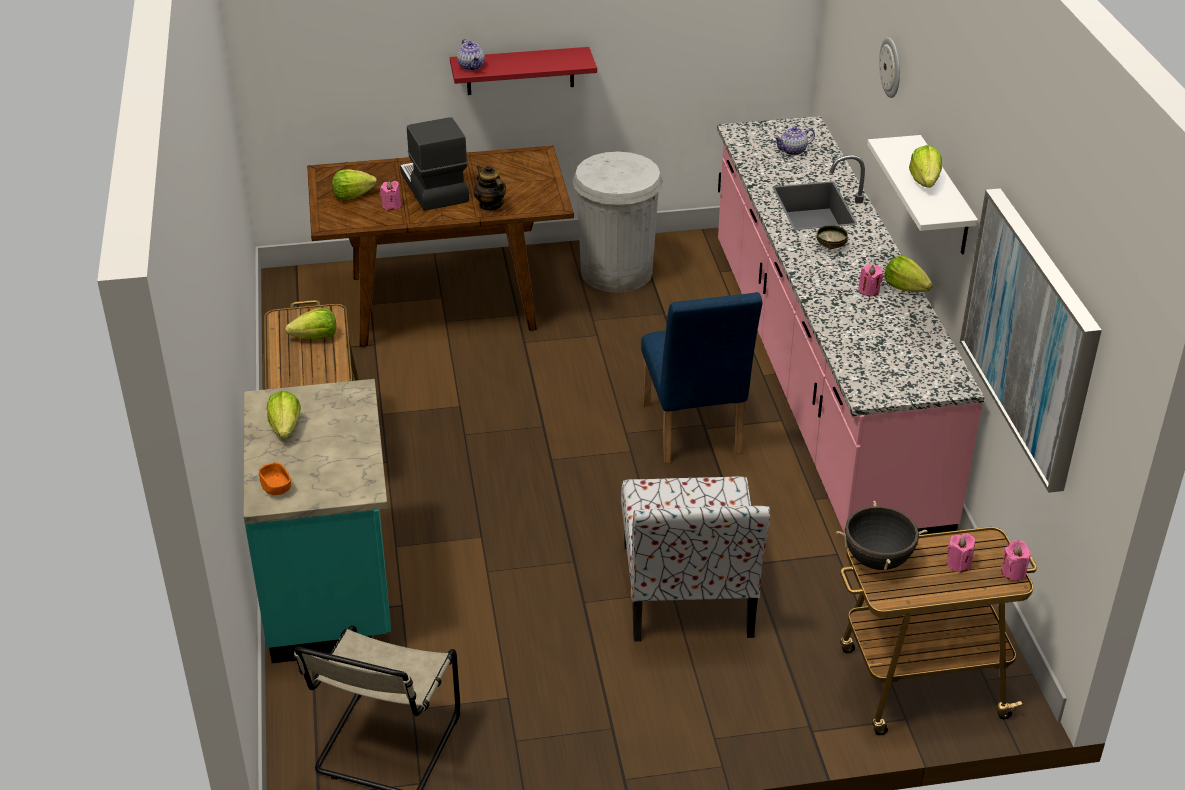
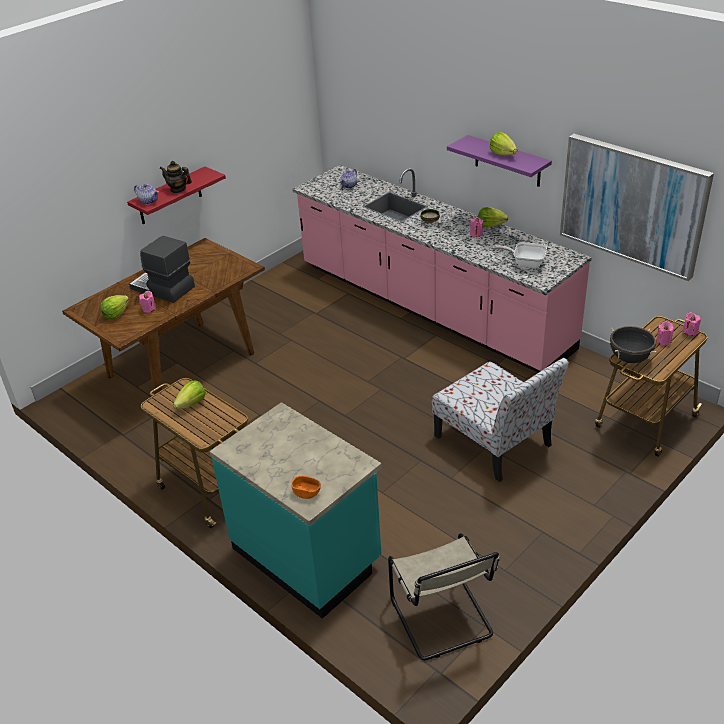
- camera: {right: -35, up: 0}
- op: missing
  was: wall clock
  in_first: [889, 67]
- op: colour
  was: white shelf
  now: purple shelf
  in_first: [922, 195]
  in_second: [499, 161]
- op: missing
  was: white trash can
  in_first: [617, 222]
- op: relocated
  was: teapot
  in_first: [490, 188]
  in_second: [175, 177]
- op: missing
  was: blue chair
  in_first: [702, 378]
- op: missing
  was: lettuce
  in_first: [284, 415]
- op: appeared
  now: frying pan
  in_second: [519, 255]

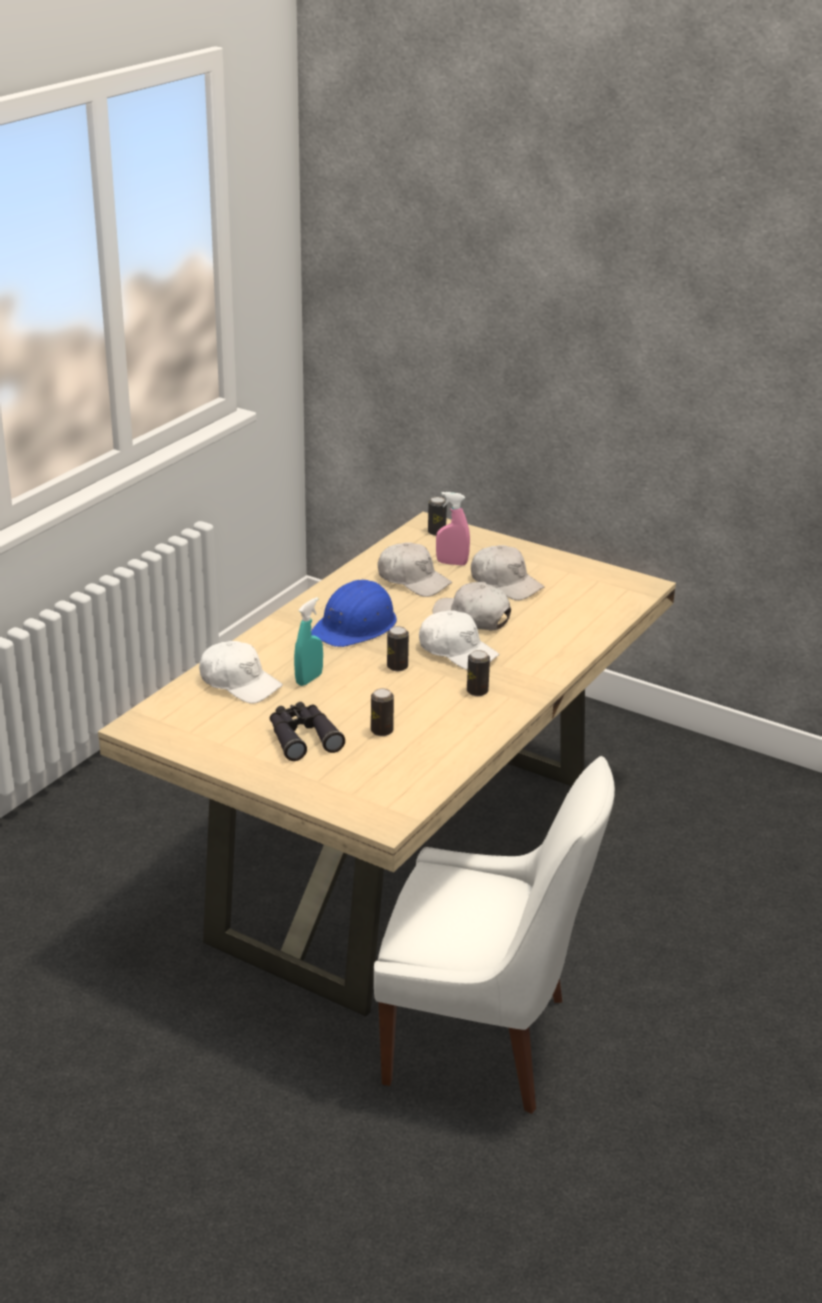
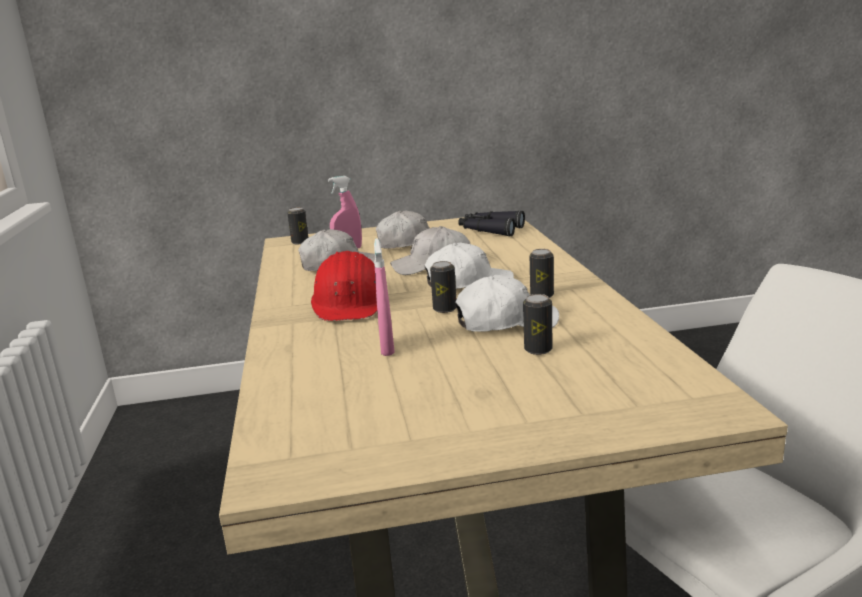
- camera: {right: -40, up: -10}
- op: colour
  was: blue hard hat
  now: red hard hat
  in_first: [354, 613]
  in_second: [344, 286]
- op: colour
  was: turquoise spray bottle
  now: pink spray bottle
  in_first: [308, 641]
  in_second: [384, 297]
- op: relocated
  was: white cap
  in_first: [241, 672]
  in_second: [507, 303]
- op: relocated
  was: black binoculars
  in_first: [307, 731]
  in_second: [491, 223]

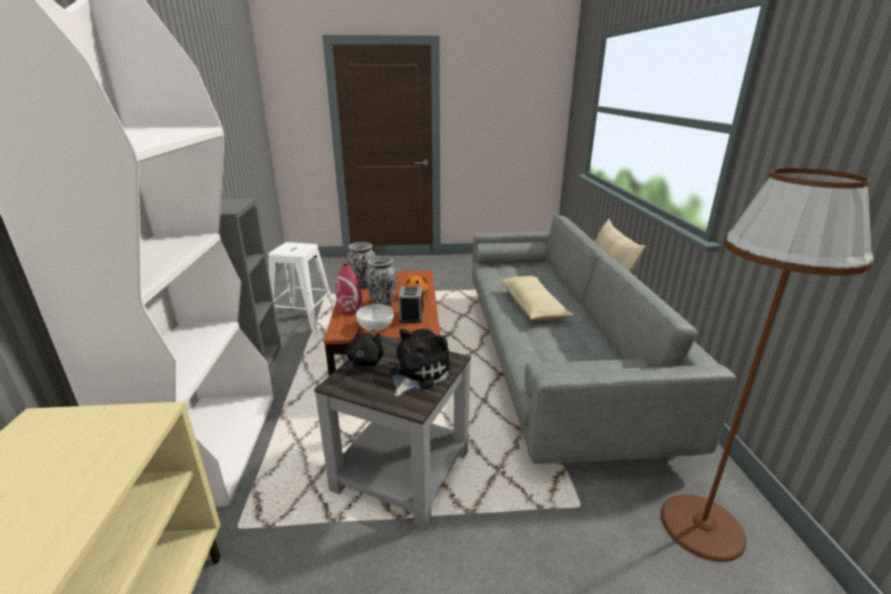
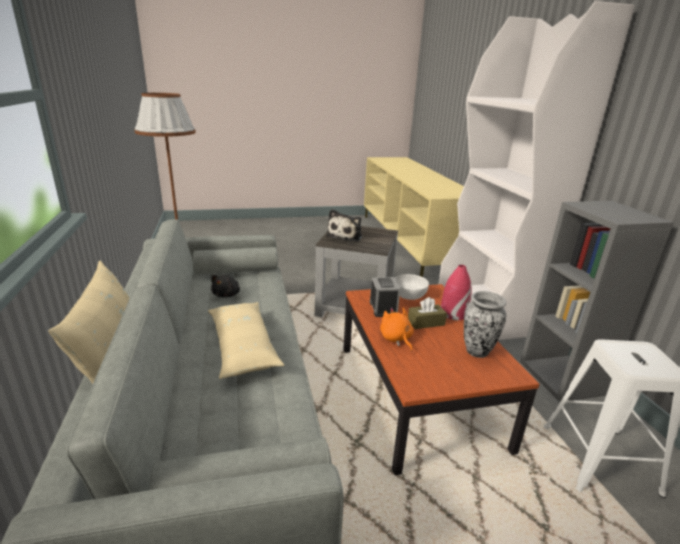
- camera: {right: 170, up: 0}
- op: exchanged
  was: vase
  now: brown tissue box
  in_first: [380, 281]
  in_second: [427, 313]
- op: relocated
  was: black plush toy
  in_first: [364, 351]
  in_second: [225, 286]

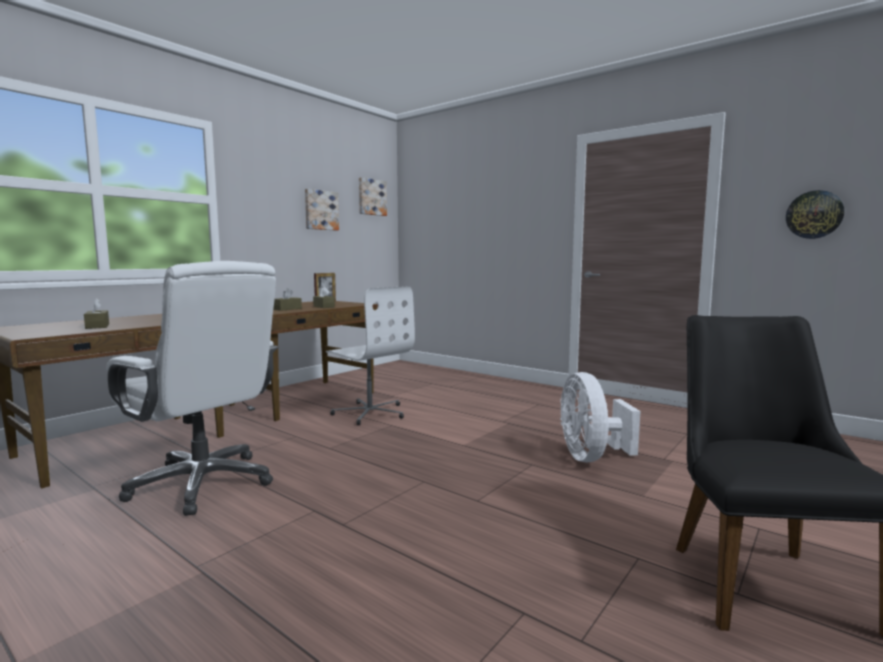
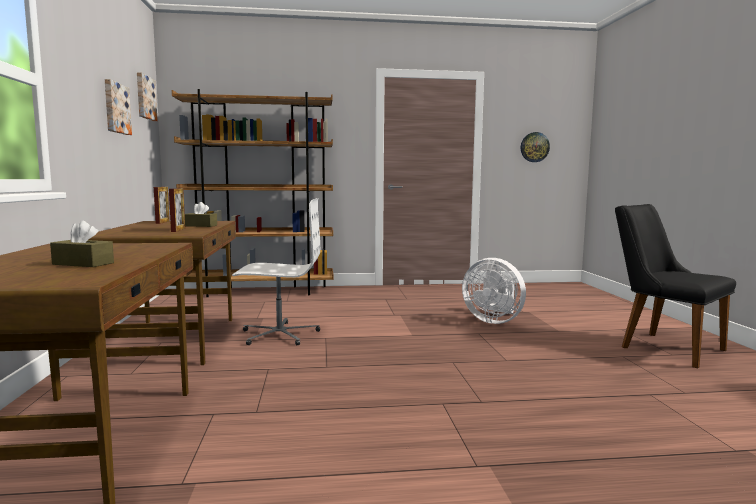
- camera: {right: -45, up: 0}
- op: missing
  was: white office chair
  in_first: [192, 388]
- op: exchanged
  was: brown tissue box
  now: picture frame
  in_first: [287, 299]
  in_second: [177, 210]
- op: appeared
  now: brown bookcase
  in_second: [252, 193]

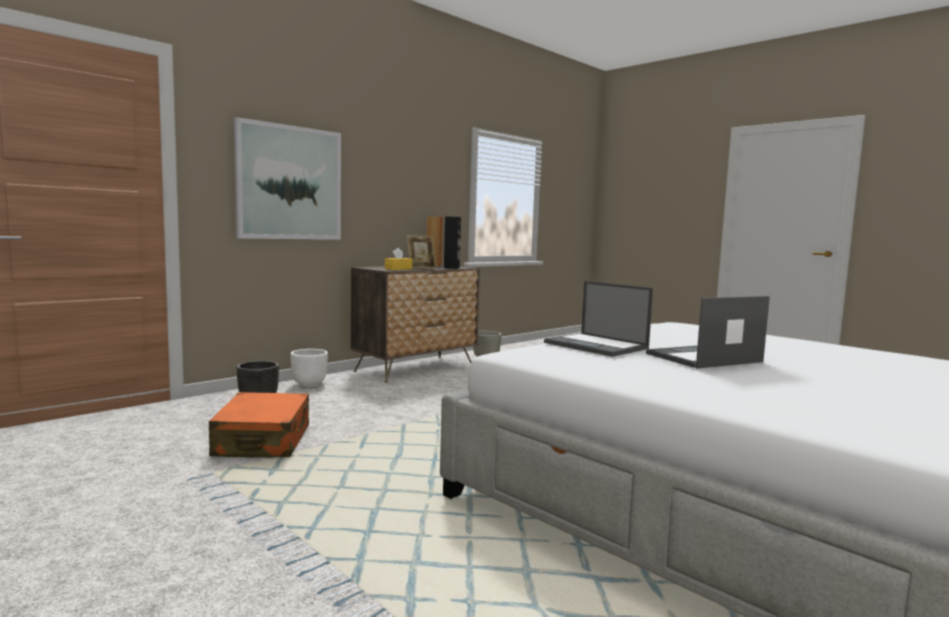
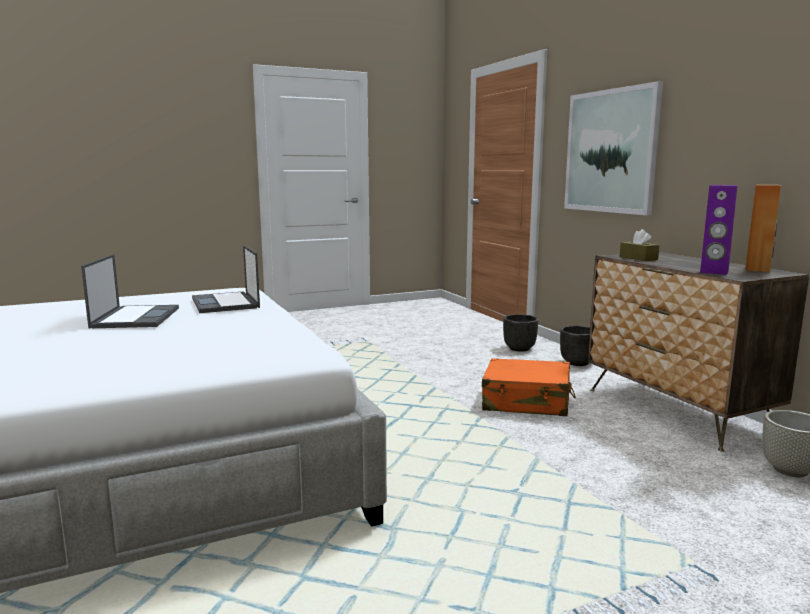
- camera: {right: 110, up: 5}
- op: colour
  was: black speaker
  now: purple speaker
  in_first: [452, 242]
  in_second: [719, 230]
- op: missing
  was: picture frame
  in_first: [421, 251]
- op: colour
  was: yellow tissue box
  now: brown tissue box
  in_first: [398, 259]
  in_second: [639, 245]
- op: spun
  was: laptop
  in_first: [598, 319]
  in_second: [226, 279]
  clockwise: -90
- op: colour
  was: white planter
  now: black planter
  in_first: [309, 368]
  in_second: [575, 346]
- op: relocated
  was: orange suitcase
  in_first: [259, 424]
  in_second: [529, 387]

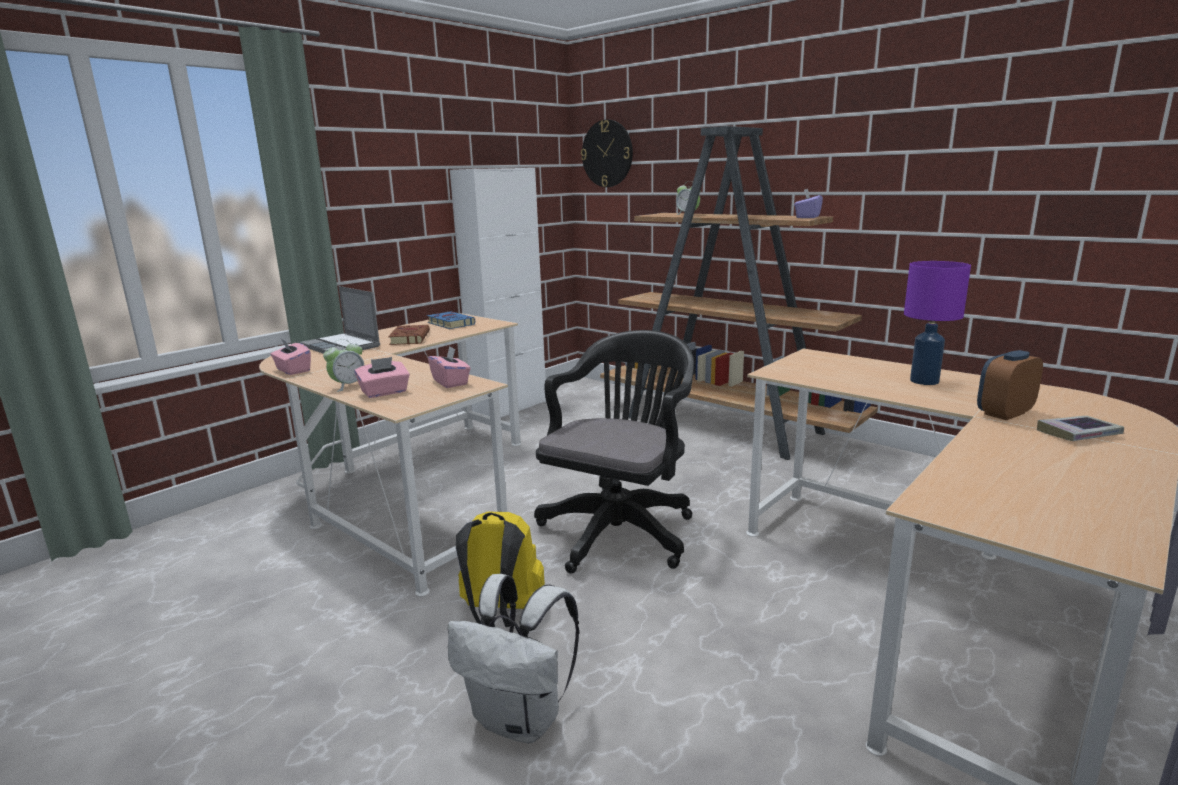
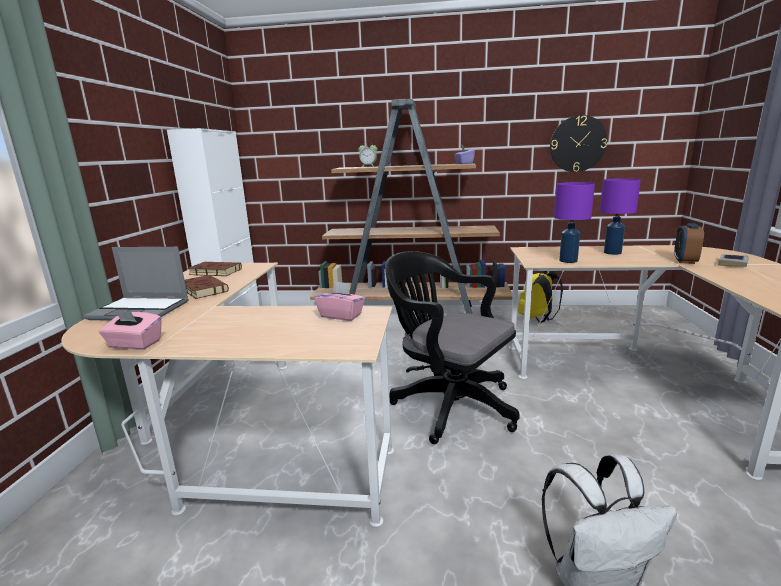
- camera: {right: -35, up: 0}
- op: relocated
  was: wall clock
  in_first: [607, 153]
  in_second: [578, 143]
- op: colour
  was: blue book
  now: brown book
  in_first: [451, 320]
  in_second: [215, 269]
- op: spun
  was: black office chair
  in_first: [614, 452]
  in_second: [452, 347]
  clockwise: -45
- op: missing
  was: alarm clock
  in_first: [343, 365]
- op: missing
  was: pink tissue box
  in_first: [382, 377]
- op: relocated
  was: yellow backpack
  in_first: [500, 569]
  in_second: [540, 297]
- op: appeared
  now: purple table lamp
  in_second: [574, 222]

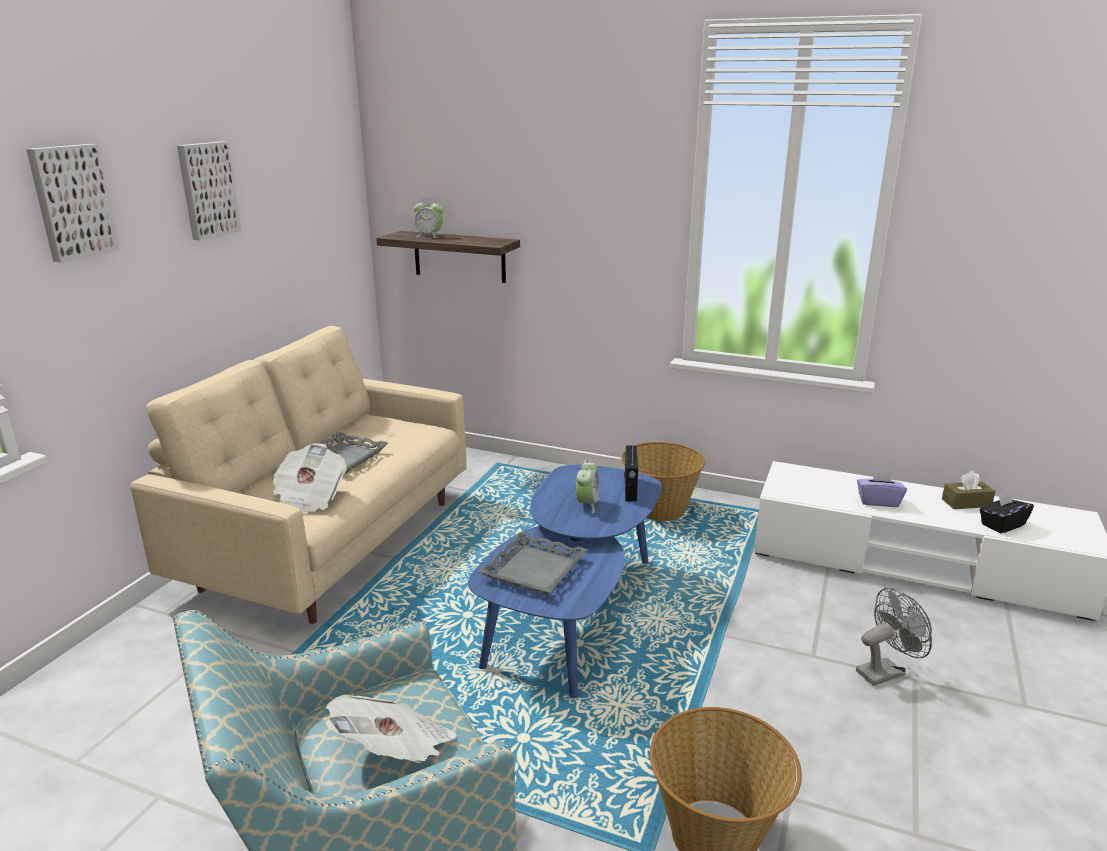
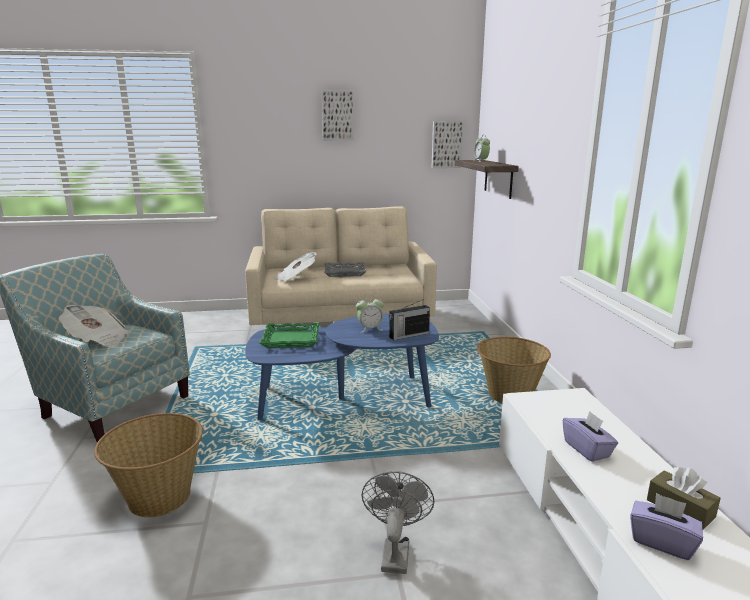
- camera: {right: 60, up: -5}
- op: relocated
  was: picture
  in_first: [73, 203]
  in_second: [447, 144]
- op: colour
  was: black tissue box
  now: purple tissue box
  in_first: [1007, 512]
  in_second: [666, 526]
- op: colour
  was: grey tray
  now: green tray
  in_first: [533, 563]
  in_second: [289, 335]
- op: spun
  was: grey fan
  in_first: [894, 637]
  in_second: [398, 522]
  clockwise: -120

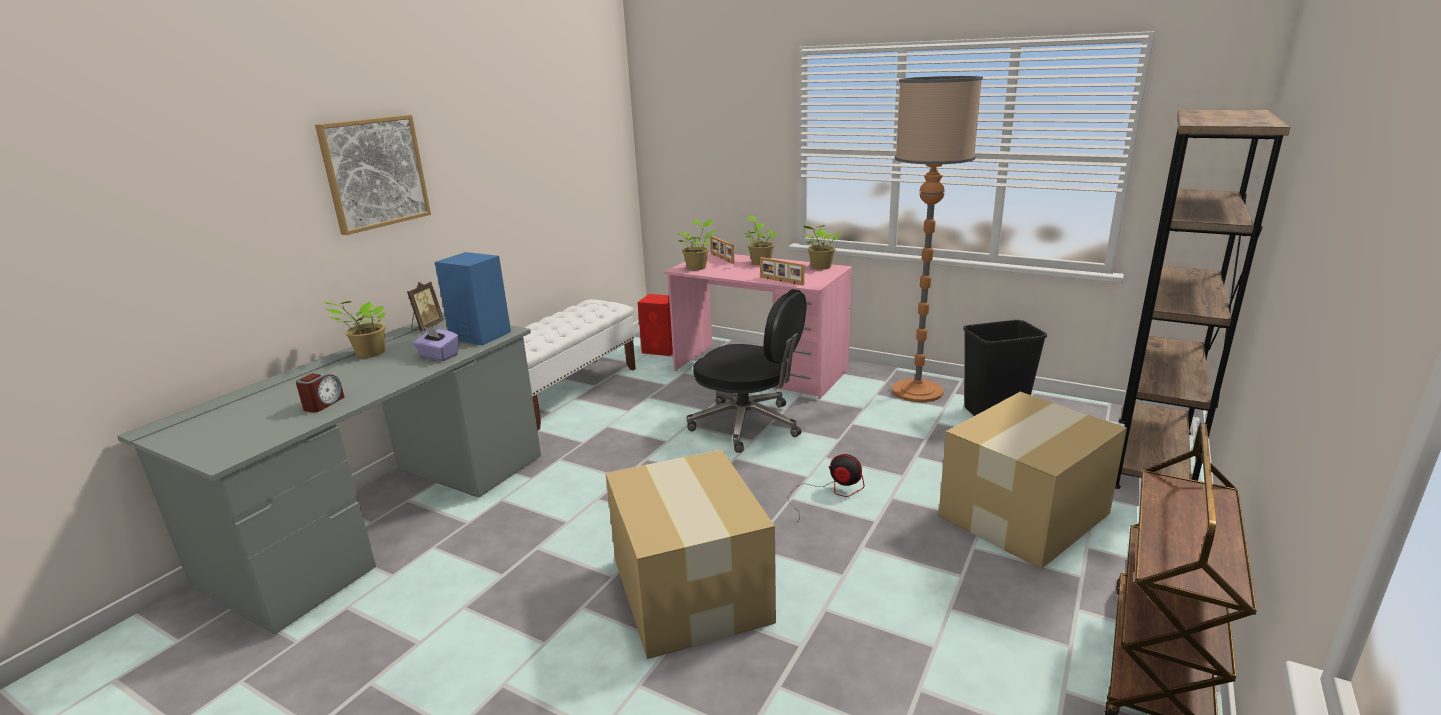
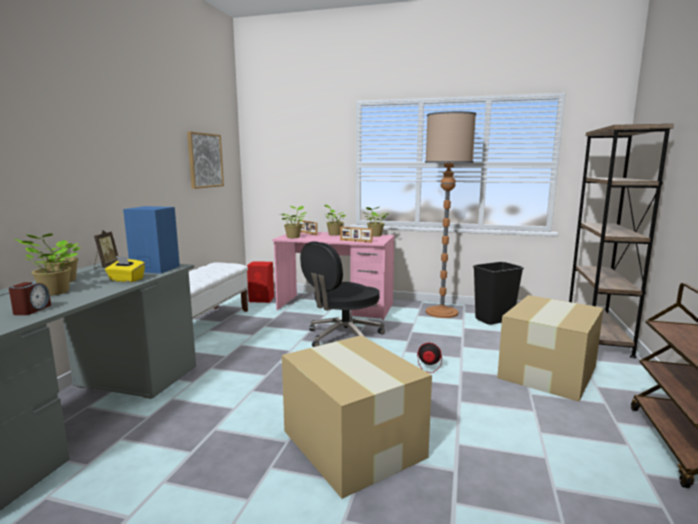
- camera: {right: -15, up: -10}
- op: relocated
  was: picture
  in_first: [373, 175]
  in_second: [205, 160]
- op: spun
  was: black office chair
  in_first: [746, 371]
  in_second: [342, 294]
  clockwise: 120
- op: colour
  was: purple tissue box
  now: yellow tissue box
  in_first: [436, 344]
  in_second: [125, 269]
- op: appeared
  now: potted plant
  in_second: [46, 267]

